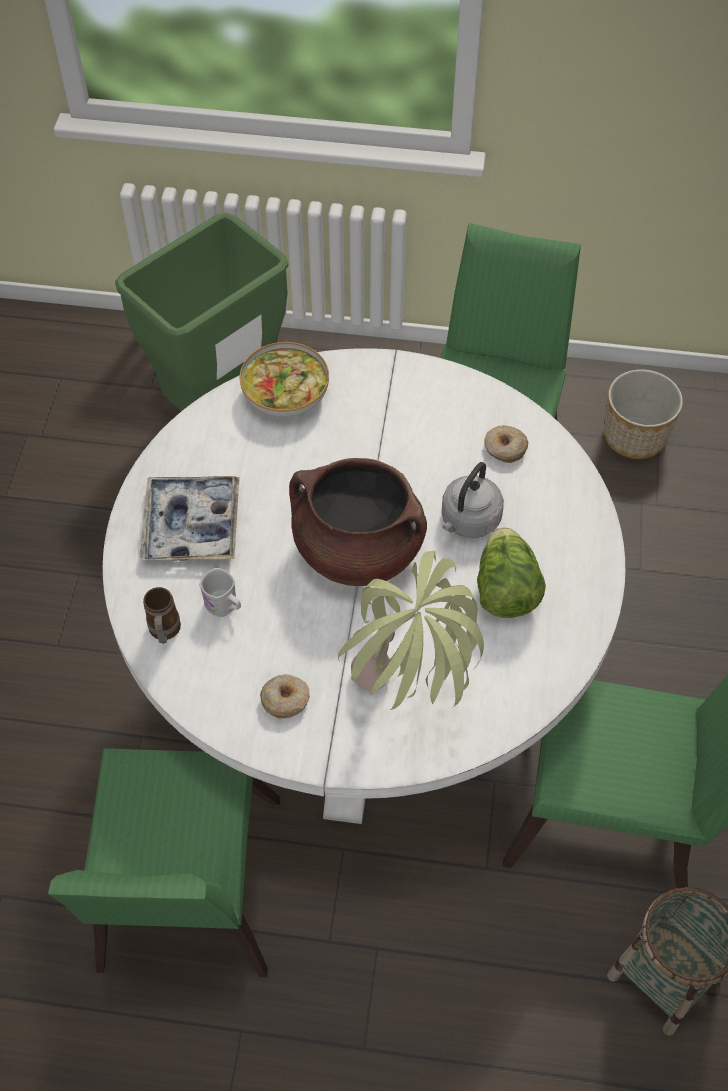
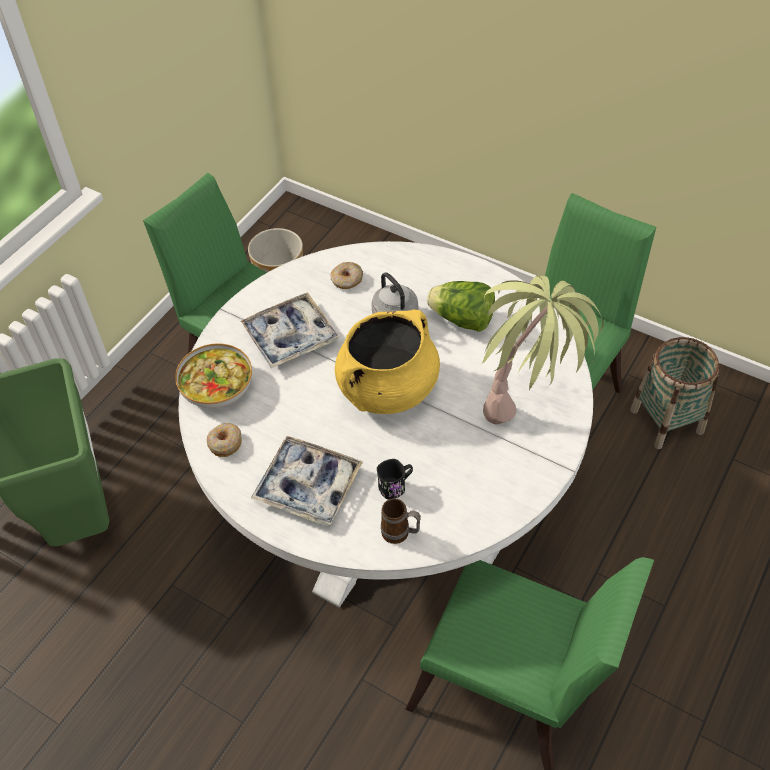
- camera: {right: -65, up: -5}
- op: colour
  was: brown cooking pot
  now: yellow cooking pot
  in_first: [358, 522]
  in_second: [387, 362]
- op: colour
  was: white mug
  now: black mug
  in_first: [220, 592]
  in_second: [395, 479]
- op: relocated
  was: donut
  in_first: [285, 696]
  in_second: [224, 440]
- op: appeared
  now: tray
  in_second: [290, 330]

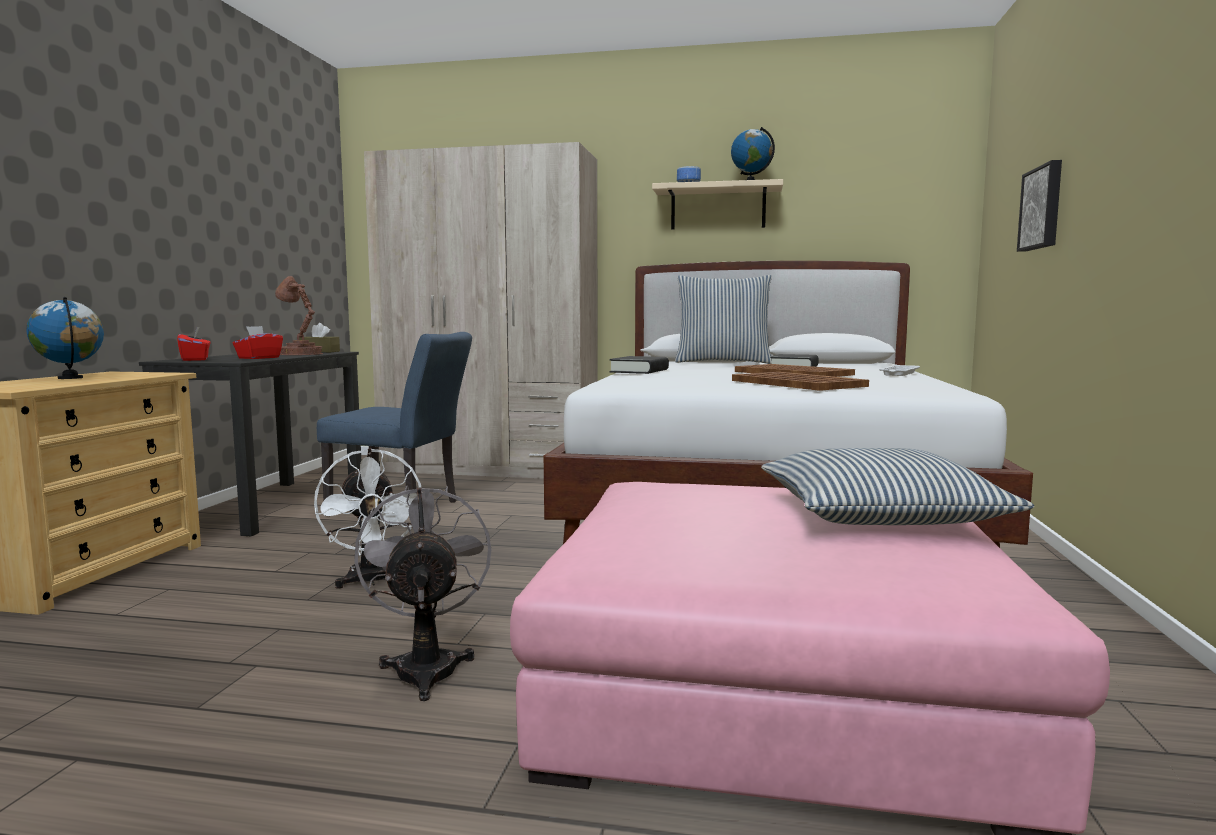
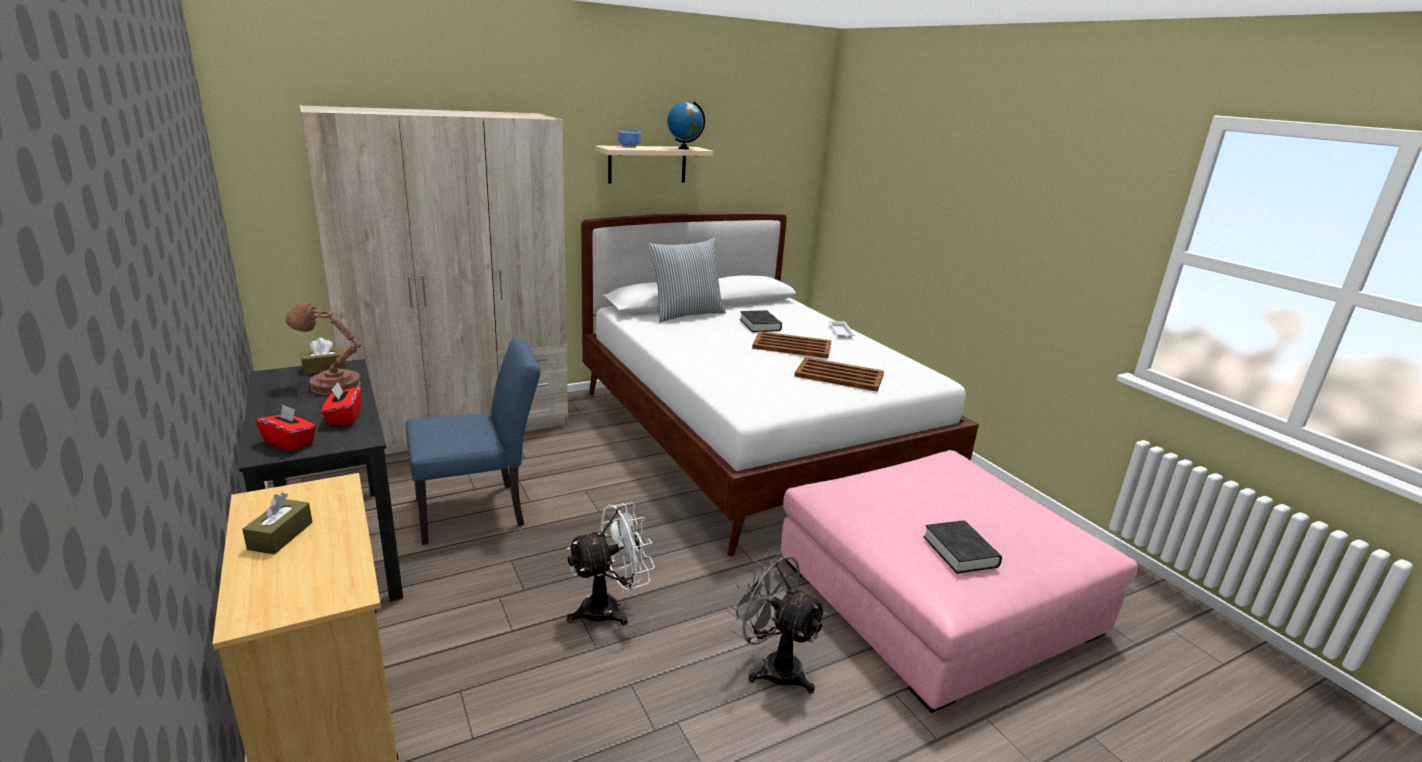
- camera: {right: -40, up: 15}
- op: missing
  was: picture
  in_first: [1039, 206]
- op: exchanged
  was: globe
  now: brown tissue box
  in_first: [65, 338]
  in_second: [277, 523]
- op: relocated
  was: black book
  in_first: [639, 365]
  in_second: [962, 547]
- op: spun
  was: white fan
  in_first: [367, 518]
  in_second: [611, 564]
  clockwise: -60
- op: missing
  was: pillow
  in_first: [897, 486]

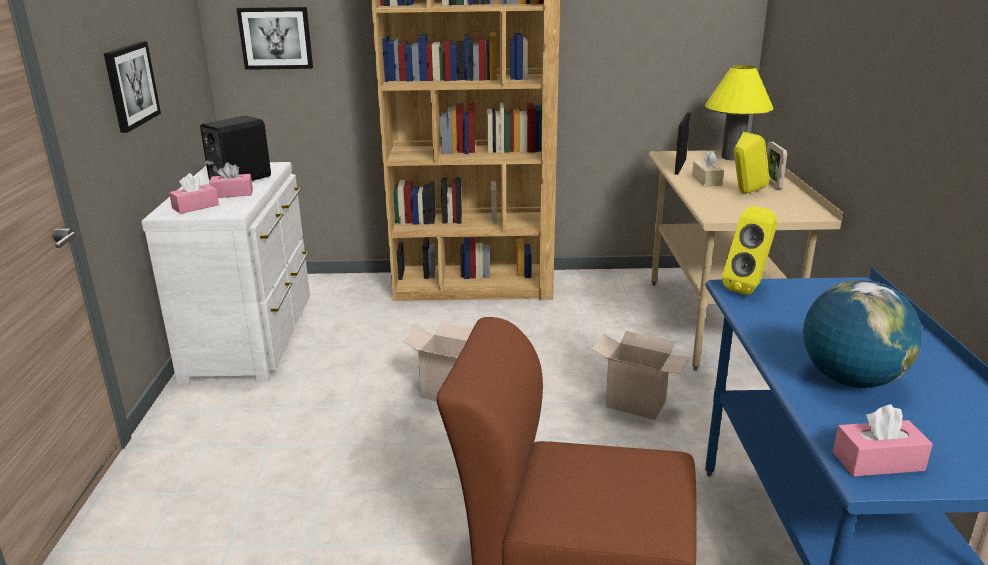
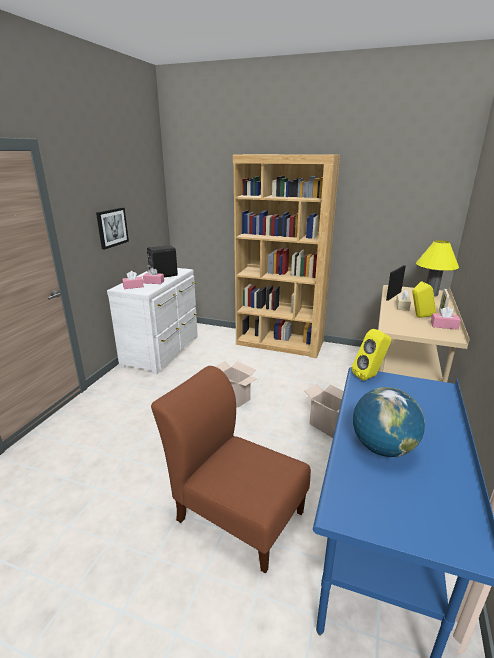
- camera: {right: 20, up: 0}
- op: missing
  was: picture
  in_first: [274, 38]
- op: relocated
  was: pink tissue box
  in_first: [883, 440]
  in_second: [446, 318]

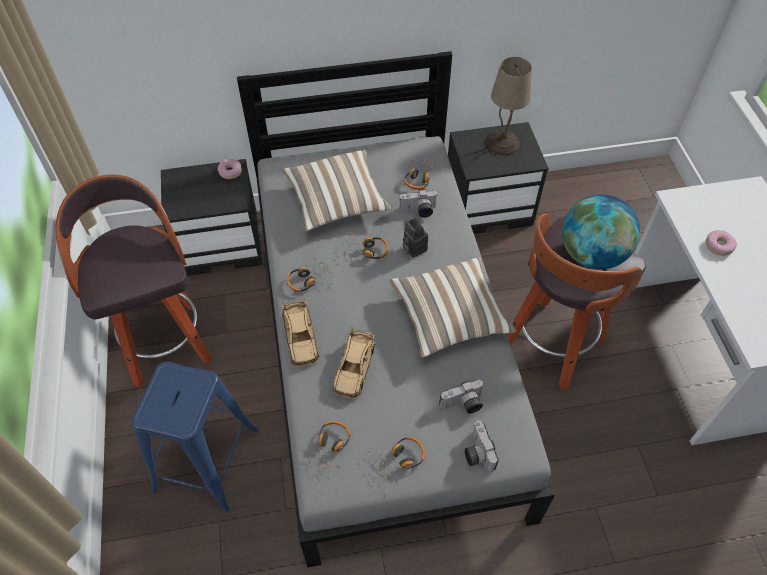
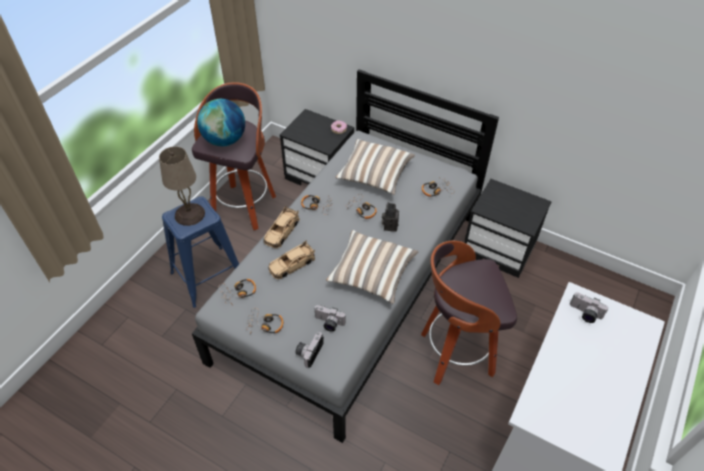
- camera: {right: 40, up: -5}
- op: relocated
  was: beige table lamp
  in_first: [508, 106]
  in_second: [182, 186]
- op: relocated
  was: photo camera
  in_first: [418, 203]
  in_second: [589, 307]
- op: relocated
  was: globe
  in_first: [601, 231]
  in_second: [221, 122]
- op: missing
  was: donut
  in_first: [721, 243]

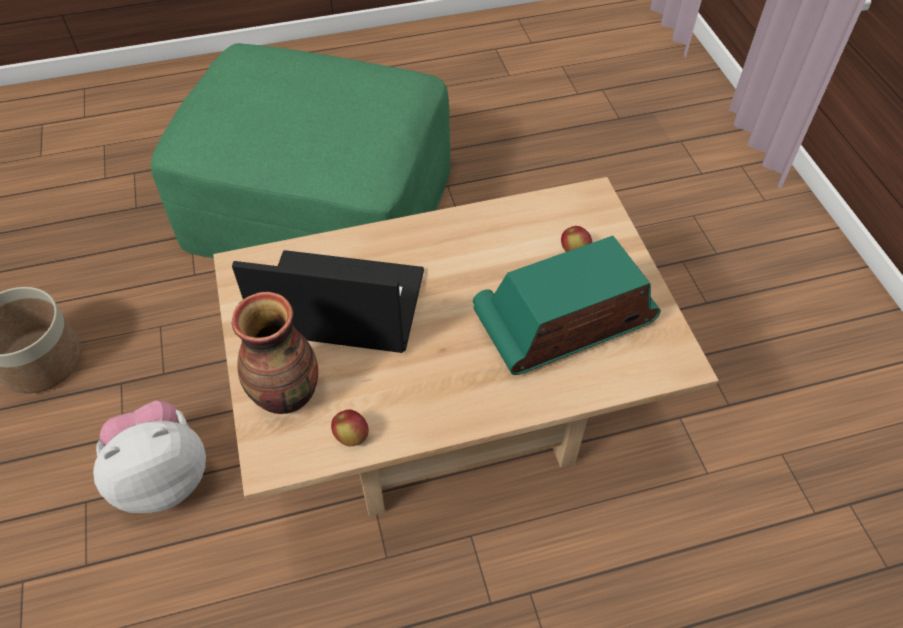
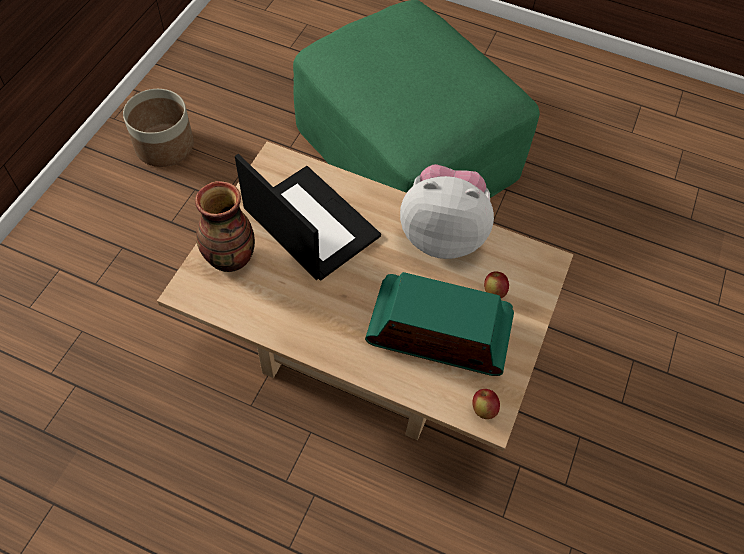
- camera: {right: 35, up: 5}
- op: relocated
  was: plush toy
  in_first: [149, 457]
  in_second: [447, 211]
- op: relocated
  was: apple
  in_first: [350, 428]
  in_second: [486, 404]

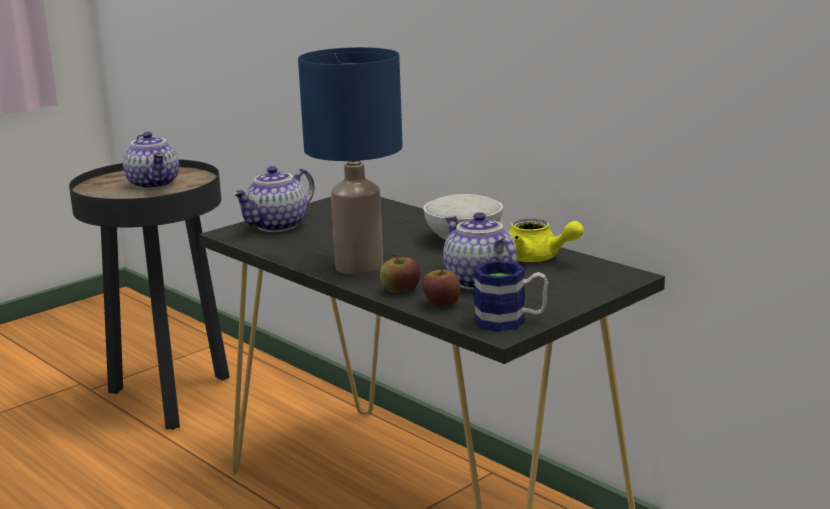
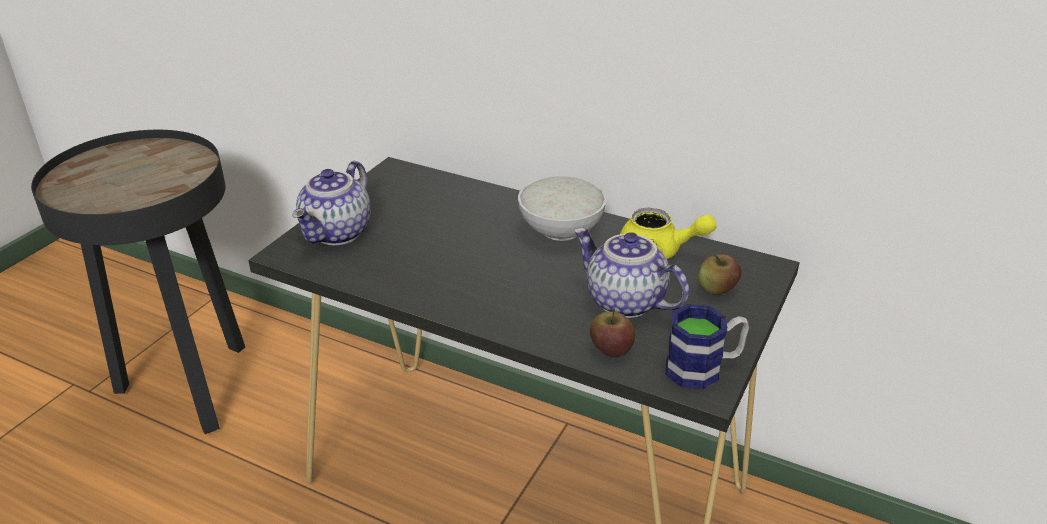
- camera: {right: -20, up: 15}
- op: missing
  was: blue table lamp
  in_first: [350, 161]
- op: missing
  was: teapot
  in_first: [151, 160]
- op: relocated
  was: apple
  in_first: [400, 273]
  in_second: [719, 274]

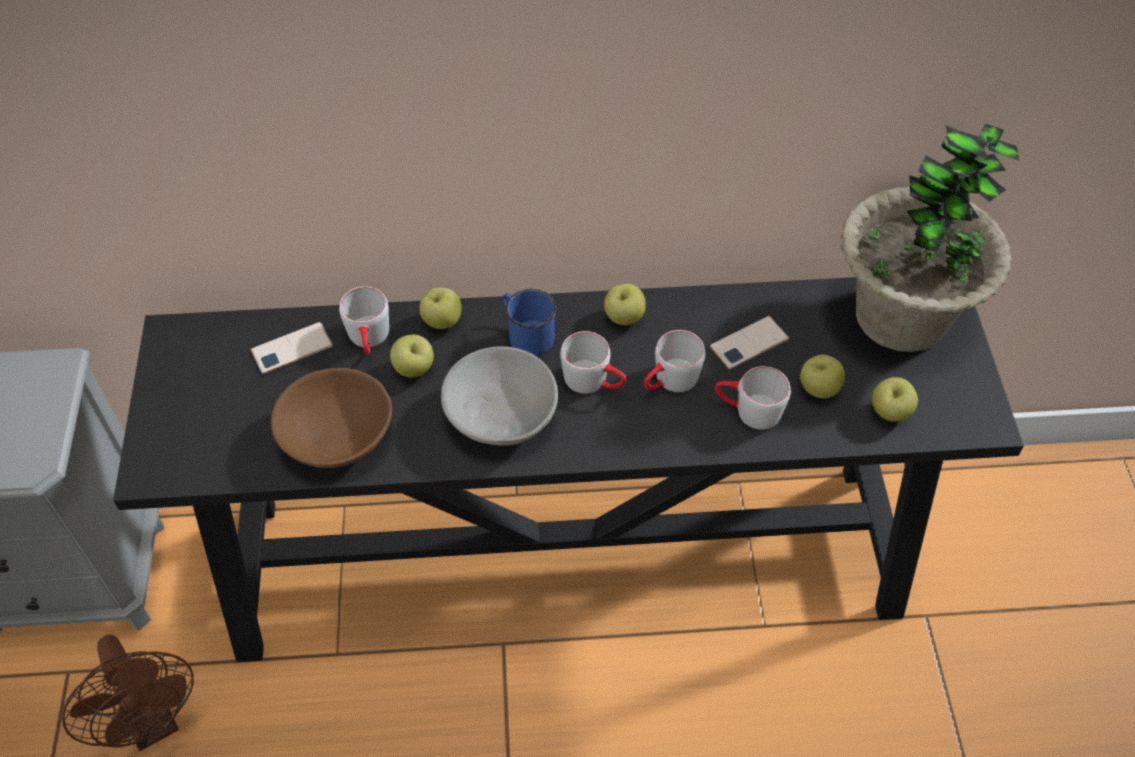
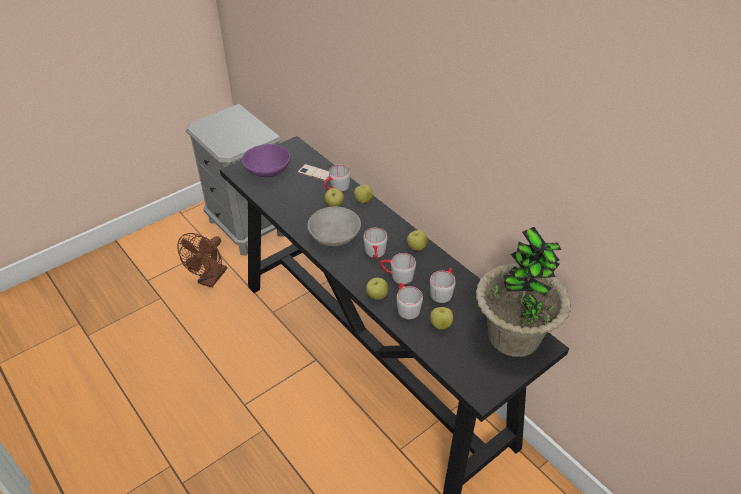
- camera: {right: 55, up: -10}
- op: missing
  was: blue mug
  in_first: [529, 322]
- op: exchanged
  was: phone
  now: grey mug
  in_first: [749, 342]
  in_second: [443, 285]
- op: missing
  was: brown bowl
  in_first: [331, 418]
- op: relocated
  was: apple
  in_first: [895, 399]
  in_second: [377, 289]
- op: appeared
  now: purple bowl
  in_second: [266, 160]

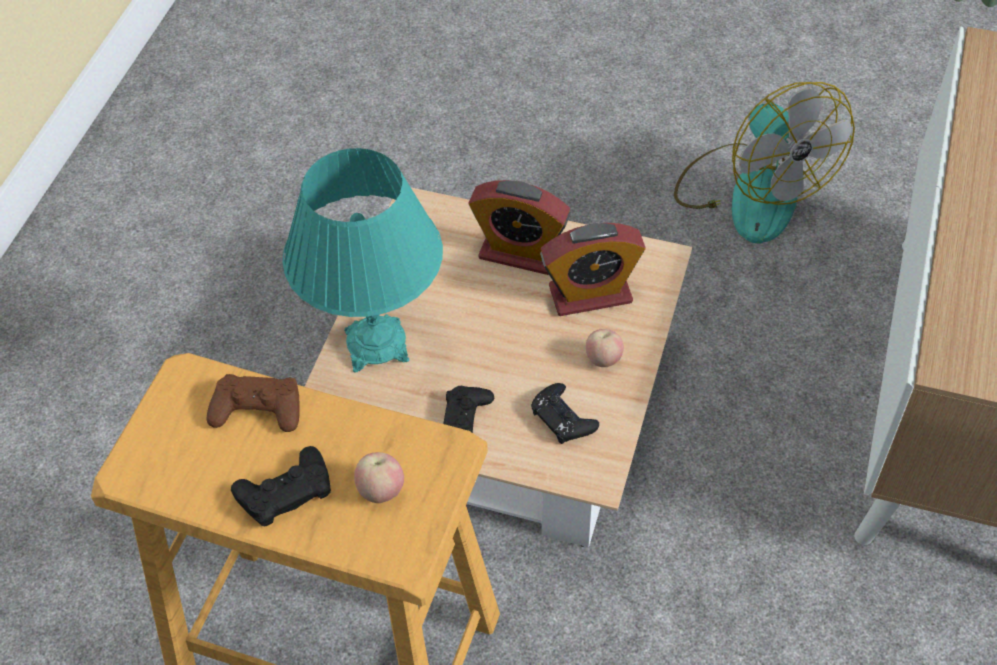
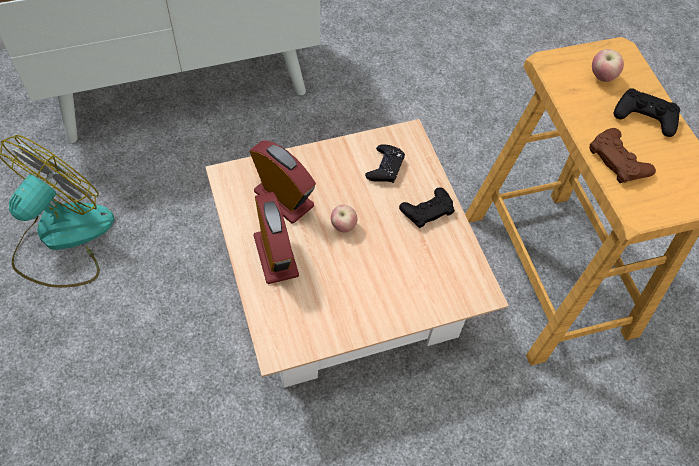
- camera: {right: -130, up: 5}
- op: missing
  was: turquoise table lamp
  in_first: [362, 260]
- op: relocated
  was: apple
  in_first: [605, 348]
  in_second: [344, 219]

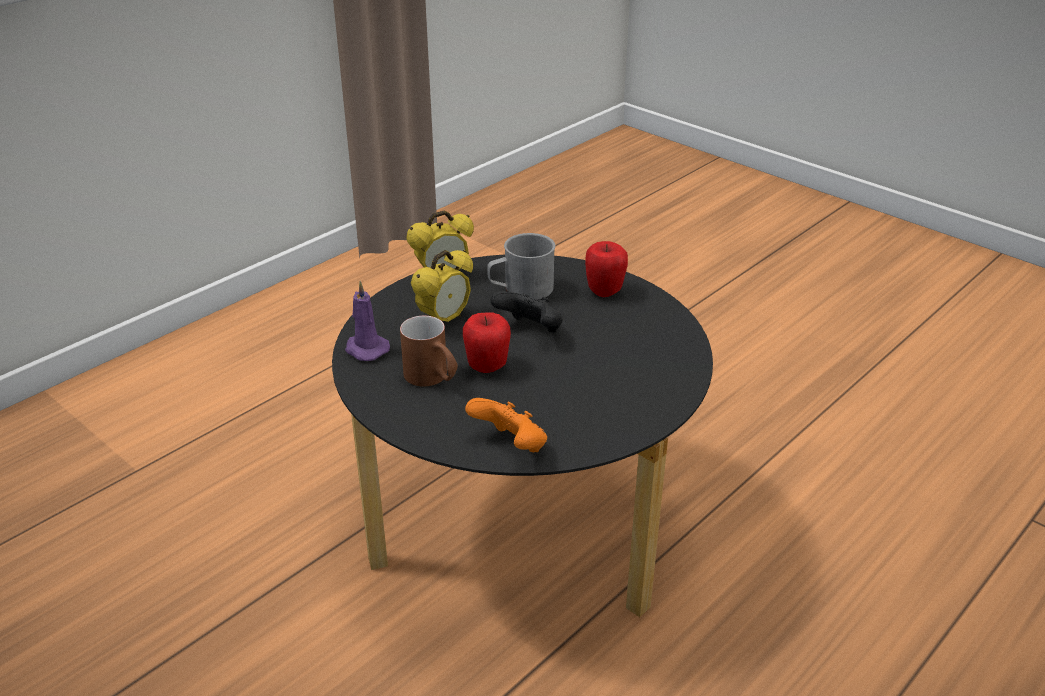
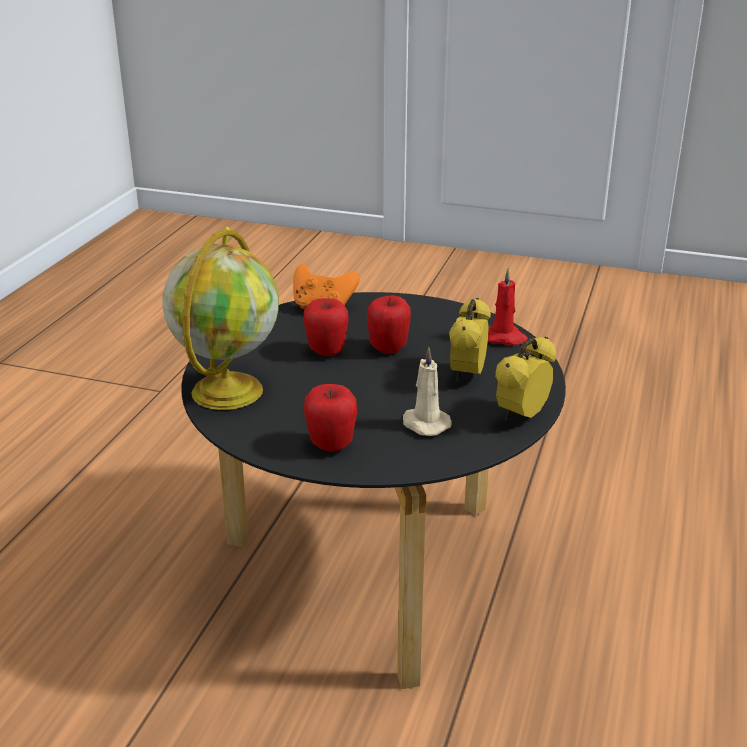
- camera: {right: 155, up: -5}
- op: exchanged
  was: grey mug
  now: beige candle
  in_first: [521, 266]
  in_second: [427, 391]
- op: colour
  was: purple candle
  now: red candle
  in_first: [367, 321]
  in_second: [508, 306]
- op: missing
  was: black game controller
  in_first: [526, 311]
- op: missing
  was: brown mug
  in_first: [429, 351]
- op: appeared
  now: globe
  in_second: [220, 318]
- op: appeared
  now: apple
  in_second: [326, 327]

